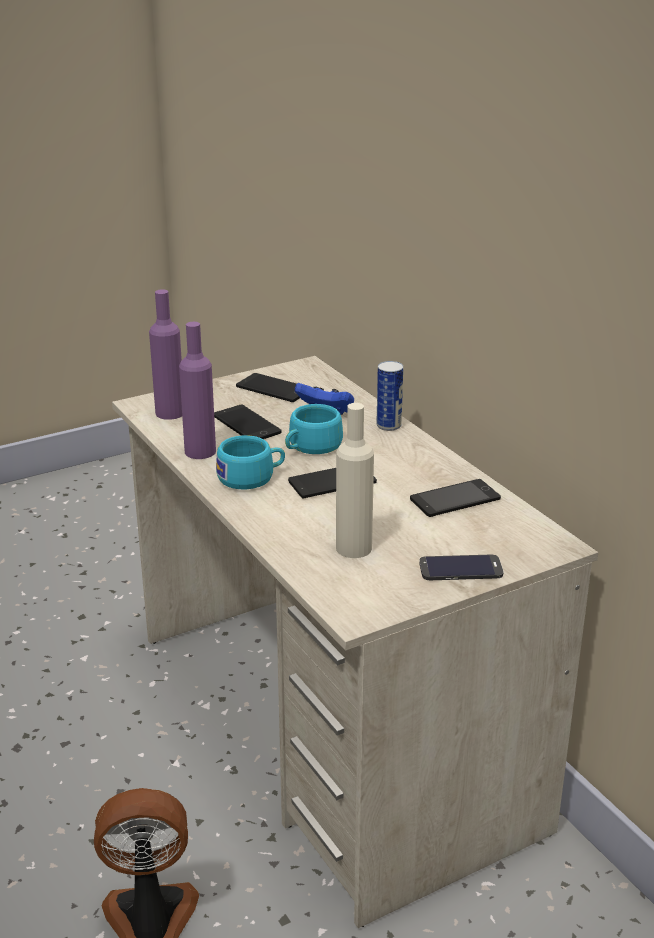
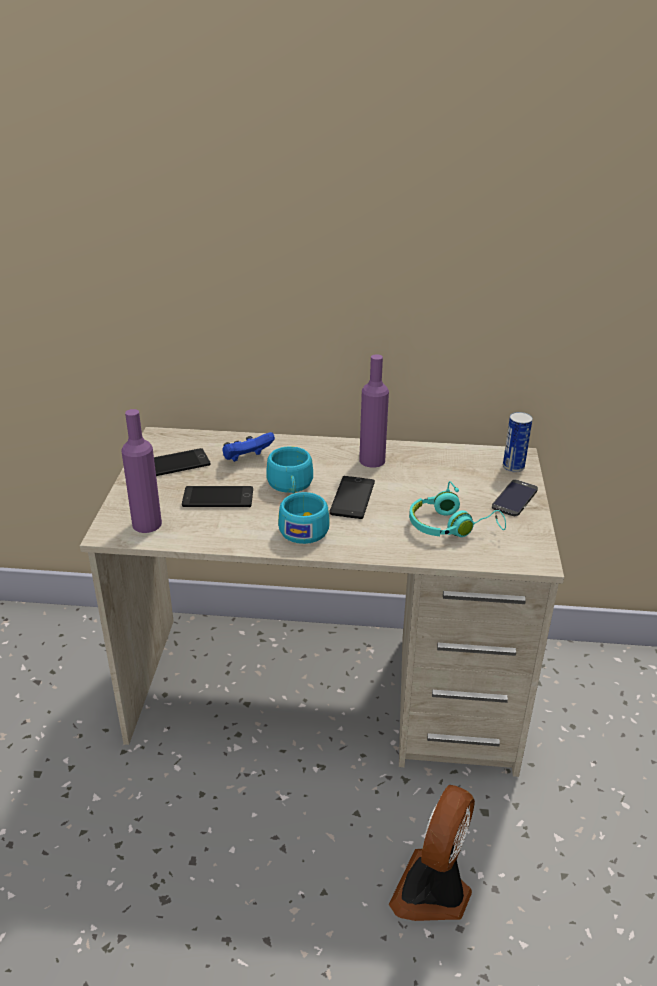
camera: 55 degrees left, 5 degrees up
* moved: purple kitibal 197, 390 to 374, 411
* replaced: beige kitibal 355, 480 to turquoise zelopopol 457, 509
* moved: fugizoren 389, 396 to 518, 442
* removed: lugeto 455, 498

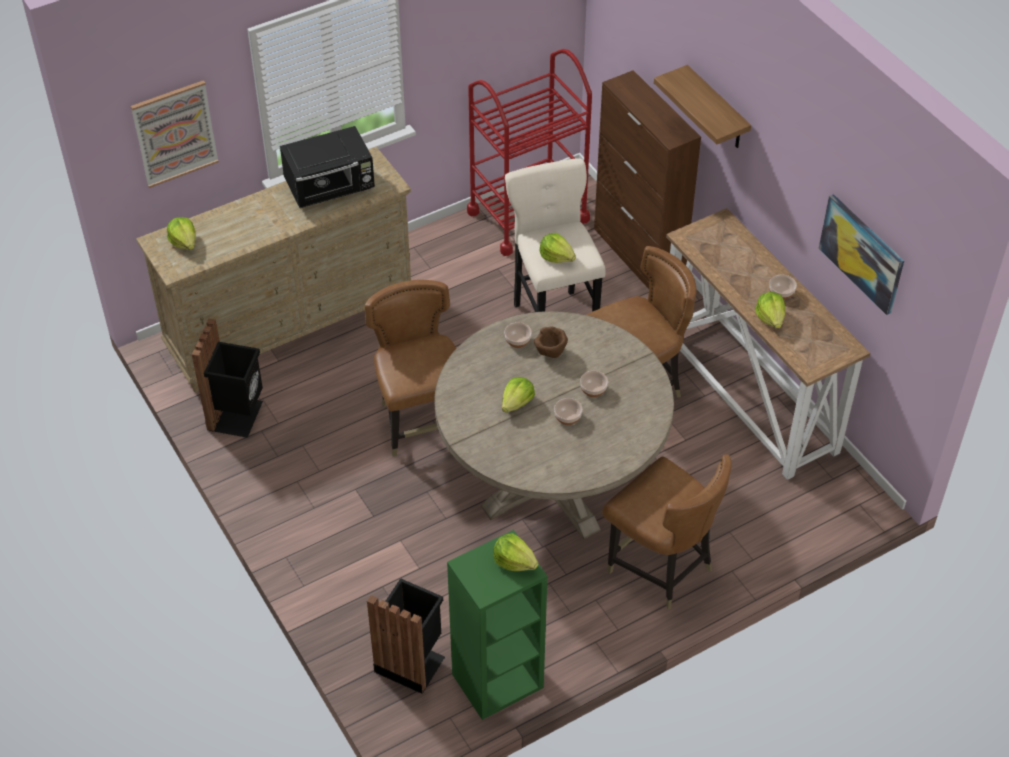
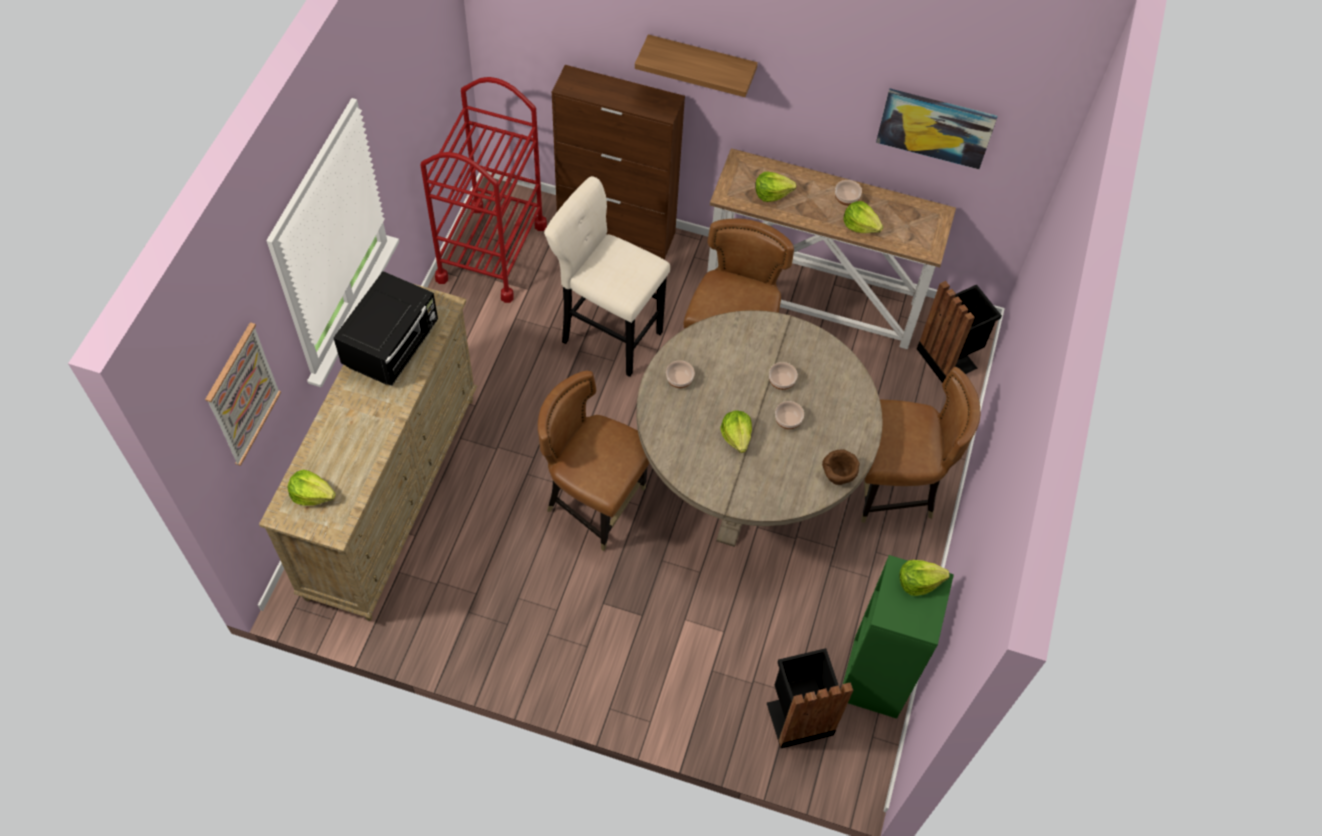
camera: 45 degrees left, 10 degrees up
* moved: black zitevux 227, 378 to 959, 332
* moved: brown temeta 551, 342 to 841, 467
* moved: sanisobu 557, 248 to 776, 187

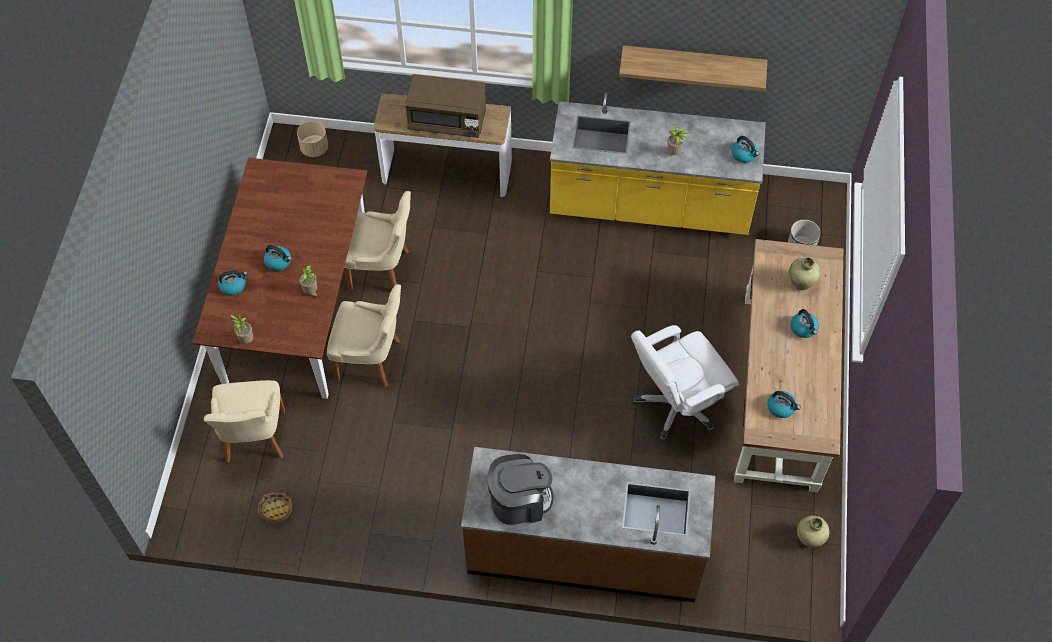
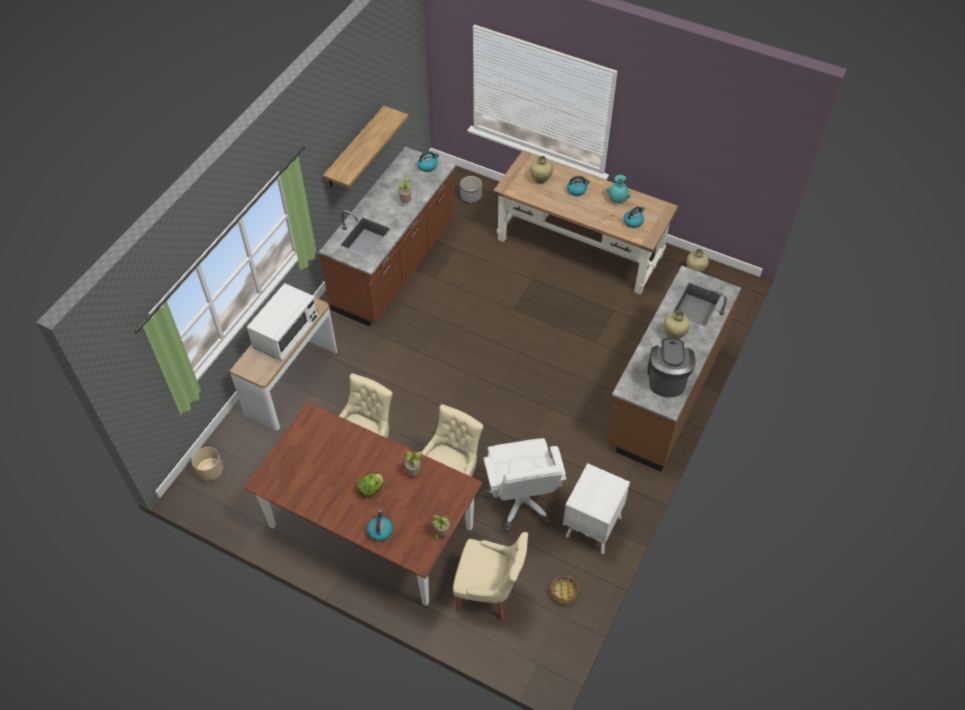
camera: 70 degrees left, 5 degrees down
* replaced: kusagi 278, 258 to sanisobu 370, 485
* recoloured: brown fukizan 445, 106 to white fukizan 283, 322
* recoloured: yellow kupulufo 658, 163 to brown kupulufo 387, 236
* moved: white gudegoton 685, 384 to 524, 485
* added: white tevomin 596, 508
* added: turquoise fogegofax 619, 189
* added: beige fogegofax 677, 325

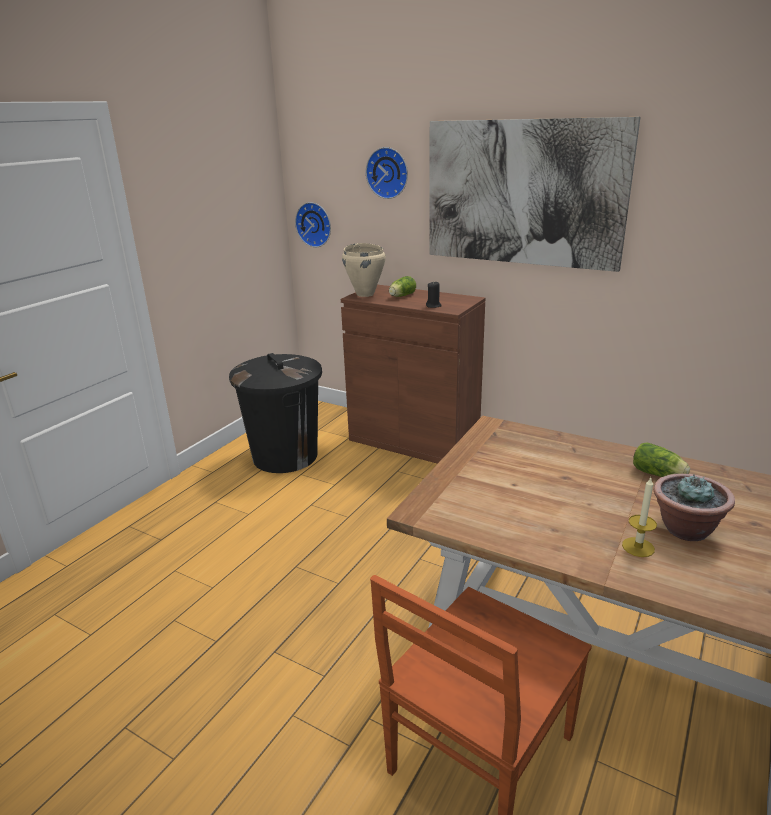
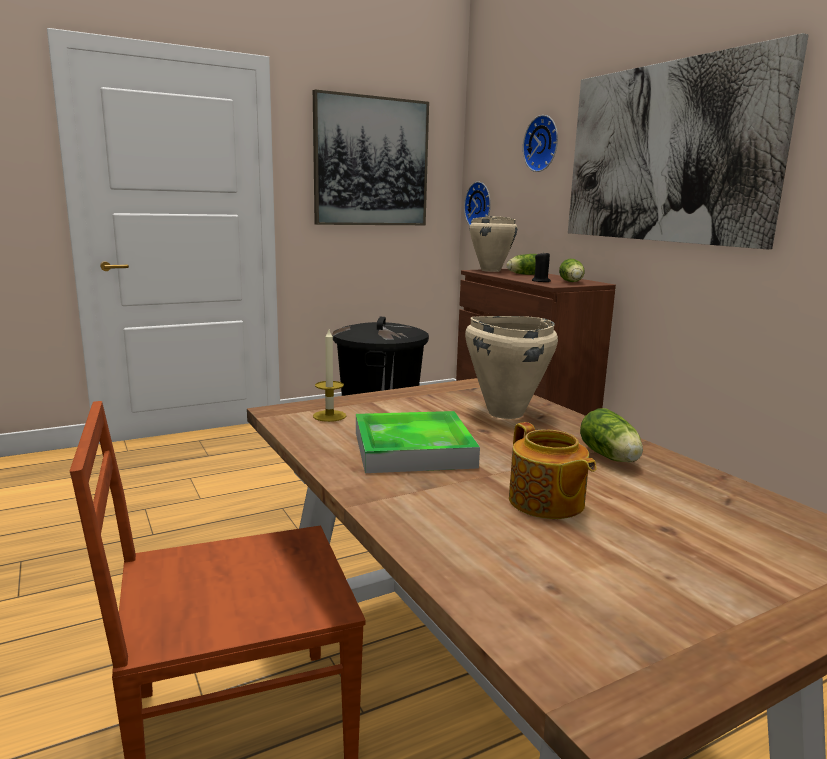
camera: 30 degrees right, 10 degrees down
* moved: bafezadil 639, 517 to 329, 376
* replaced: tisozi 694, 507 to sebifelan 553, 470
* added: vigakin 371, 157
* added: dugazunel 418, 442
* added: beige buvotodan 511, 367
* added: sanisobu 572, 270

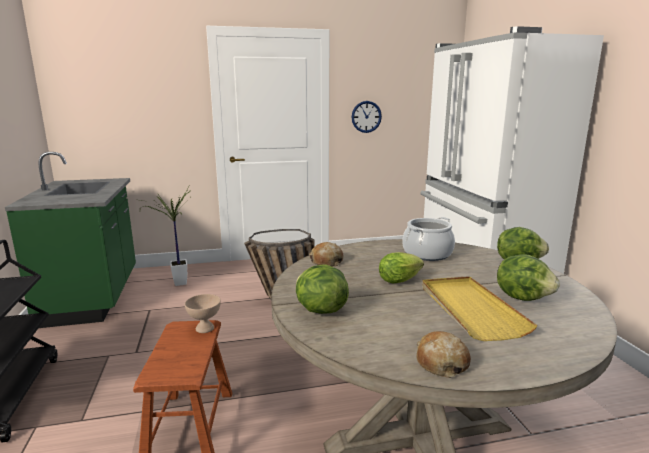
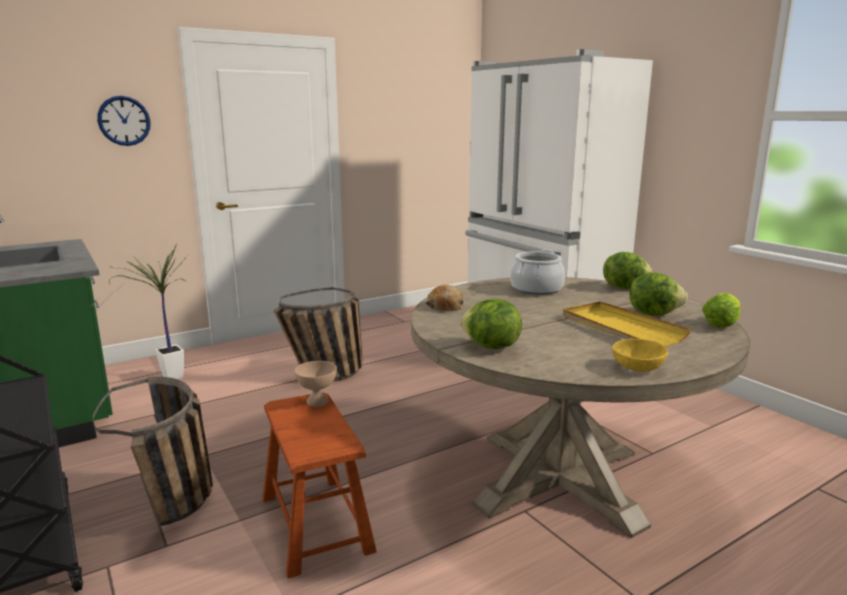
camera: 20 degrees left, 0 degrees up
* moved: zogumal 367, 117 to 124, 121
* moved: sanisobu 401, 268 to 721, 310
* replaced: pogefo 443, 354 to yellow temeta 640, 355
* added: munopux 153, 451

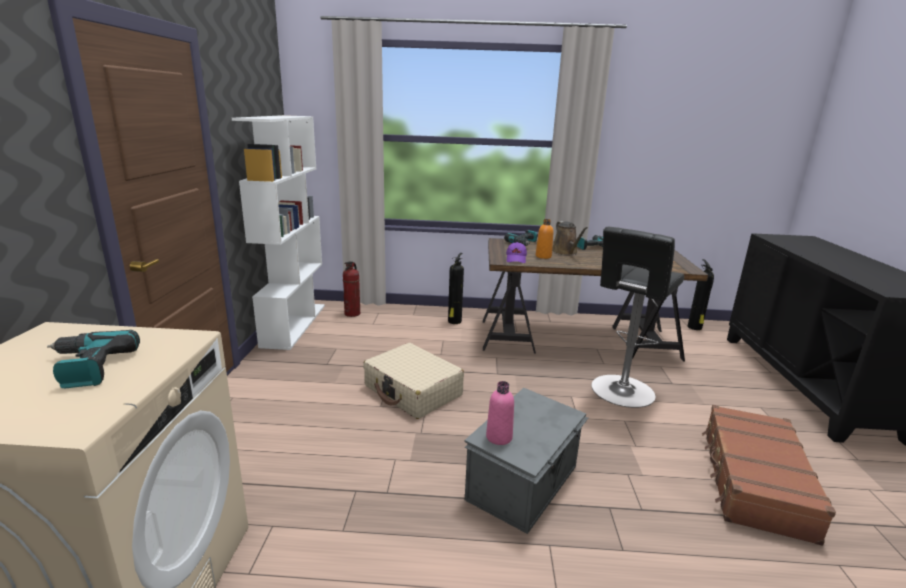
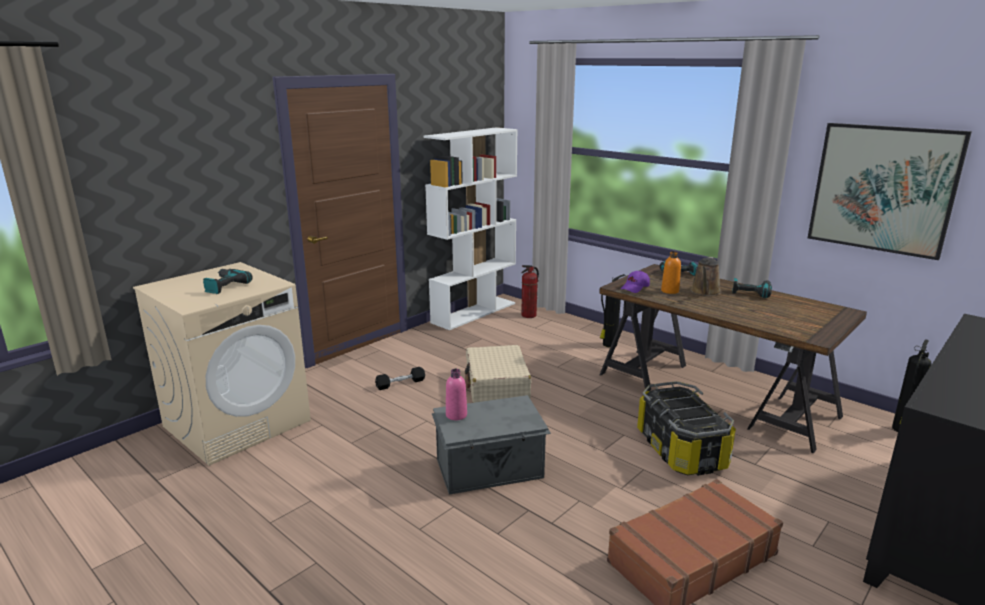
camera: 40 degrees right, 0 degrees up
* replaced: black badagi 637, 317 to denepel 686, 428
* added: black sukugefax 400, 378
* added: vigakin 890, 191

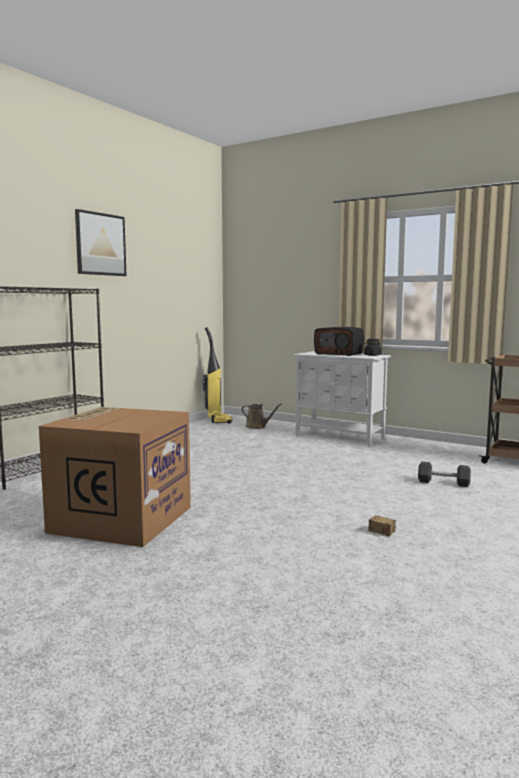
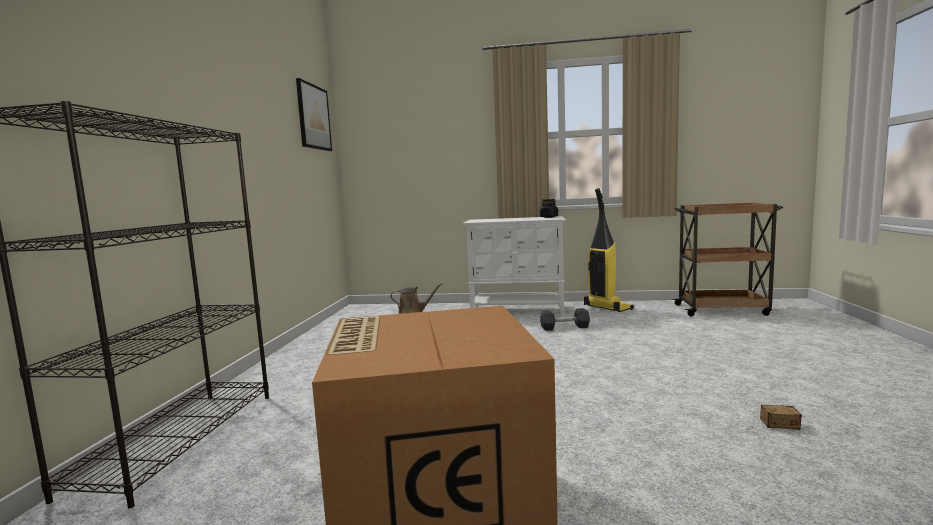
camera: 25 degrees left, 0 degrees up
* moved: vigakin 100, 242 to 314, 114
* moved: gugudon 217, 375 to 609, 250
* removed: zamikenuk 339, 341
* moved: grey sukugefax 444, 474 to 565, 319

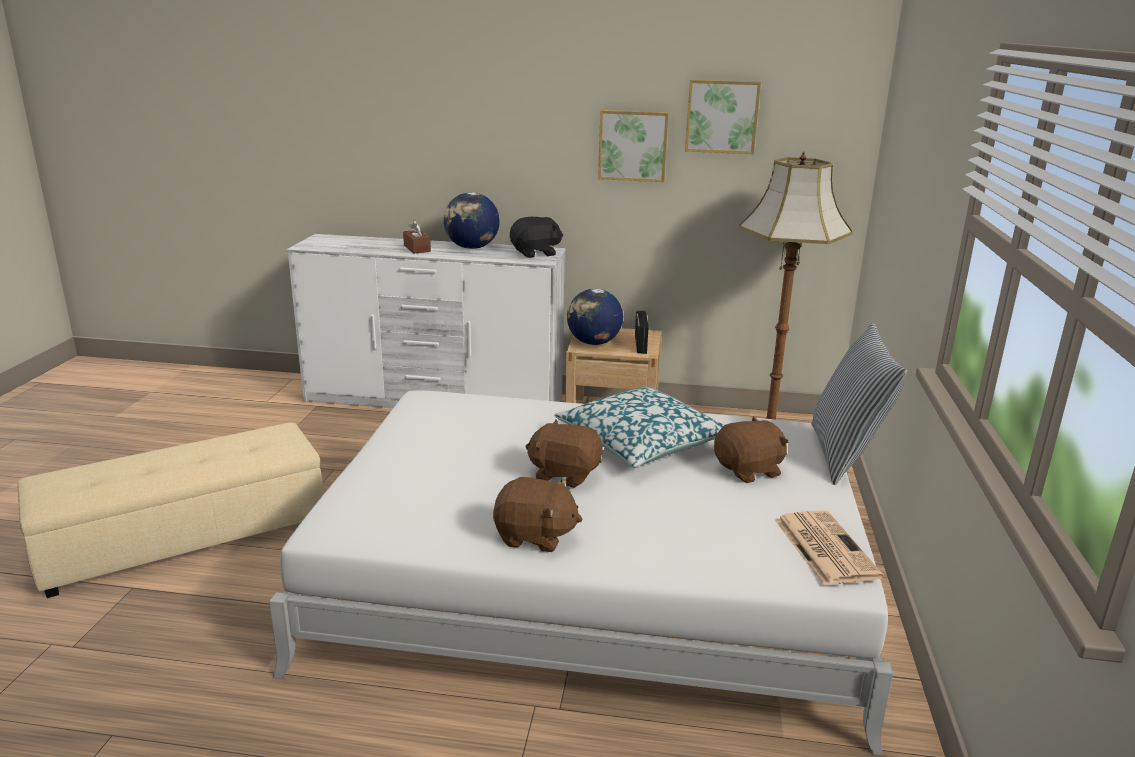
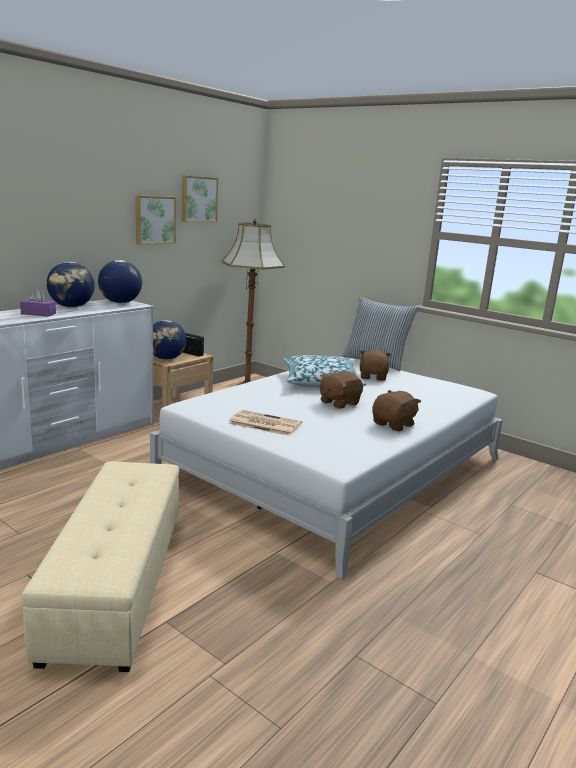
camera: 60 degrees left, 5 degrees down
* recoloured: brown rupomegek 417, 237 to purple rupomegek 38, 303
* replaced: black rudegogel 536, 237 to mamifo 120, 281
* moved: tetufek 829, 548 to 265, 423

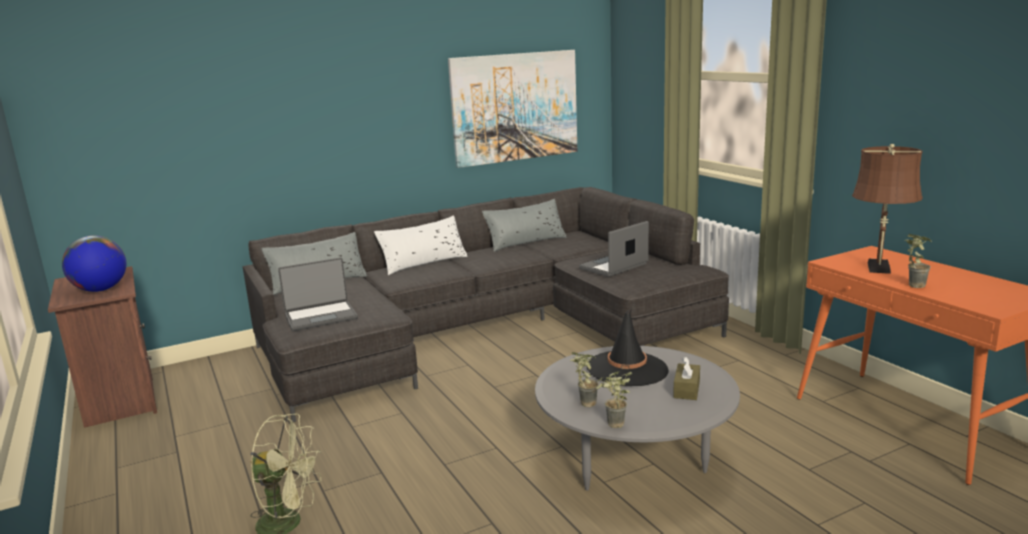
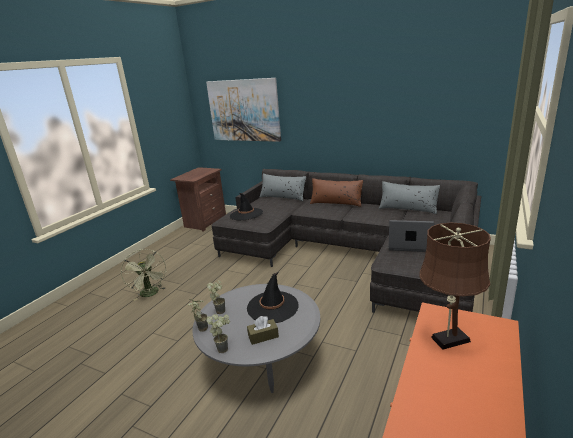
camera: 55 degrees right, 5 degrees up
* removed: mamifo 94, 263
* replaced: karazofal 318, 294 to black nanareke 246, 207
* recoloured: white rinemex 421, 245 to brown rinemex 336, 192
* moved: vigakin 512, 109 to 243, 110
* moved: tisozi 918, 261 to 218, 333

